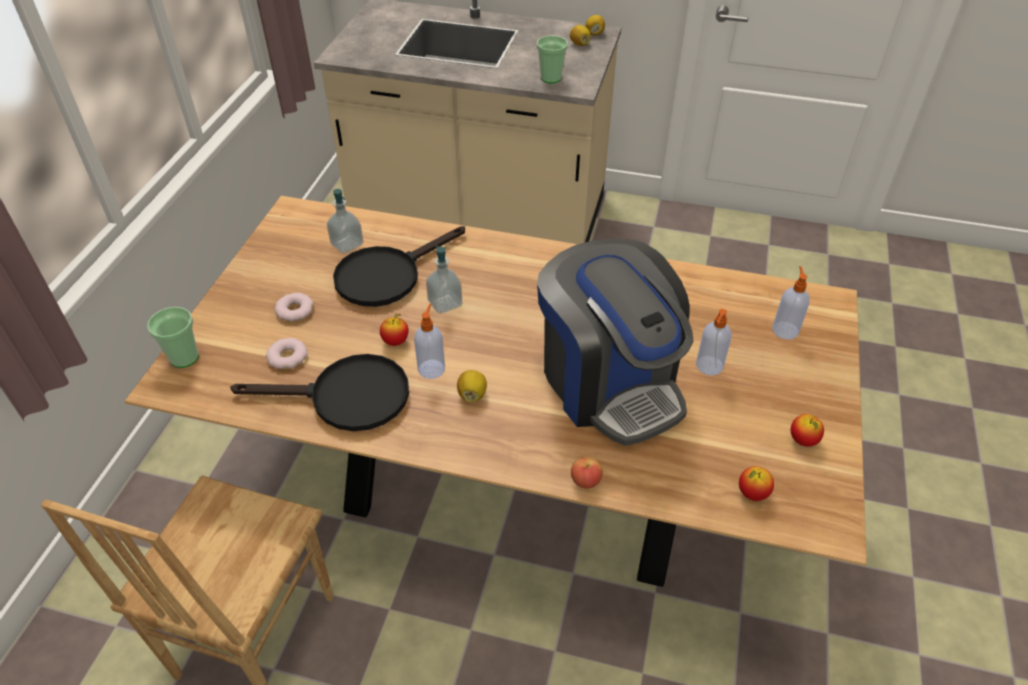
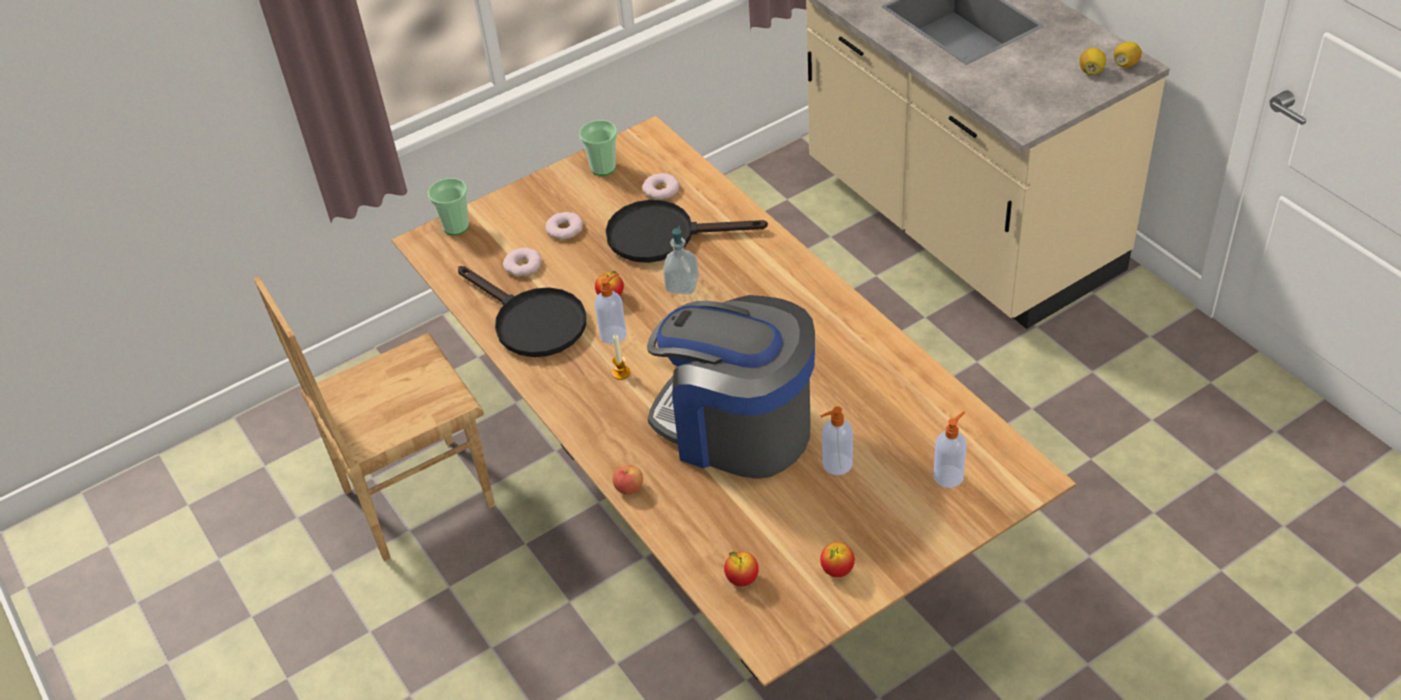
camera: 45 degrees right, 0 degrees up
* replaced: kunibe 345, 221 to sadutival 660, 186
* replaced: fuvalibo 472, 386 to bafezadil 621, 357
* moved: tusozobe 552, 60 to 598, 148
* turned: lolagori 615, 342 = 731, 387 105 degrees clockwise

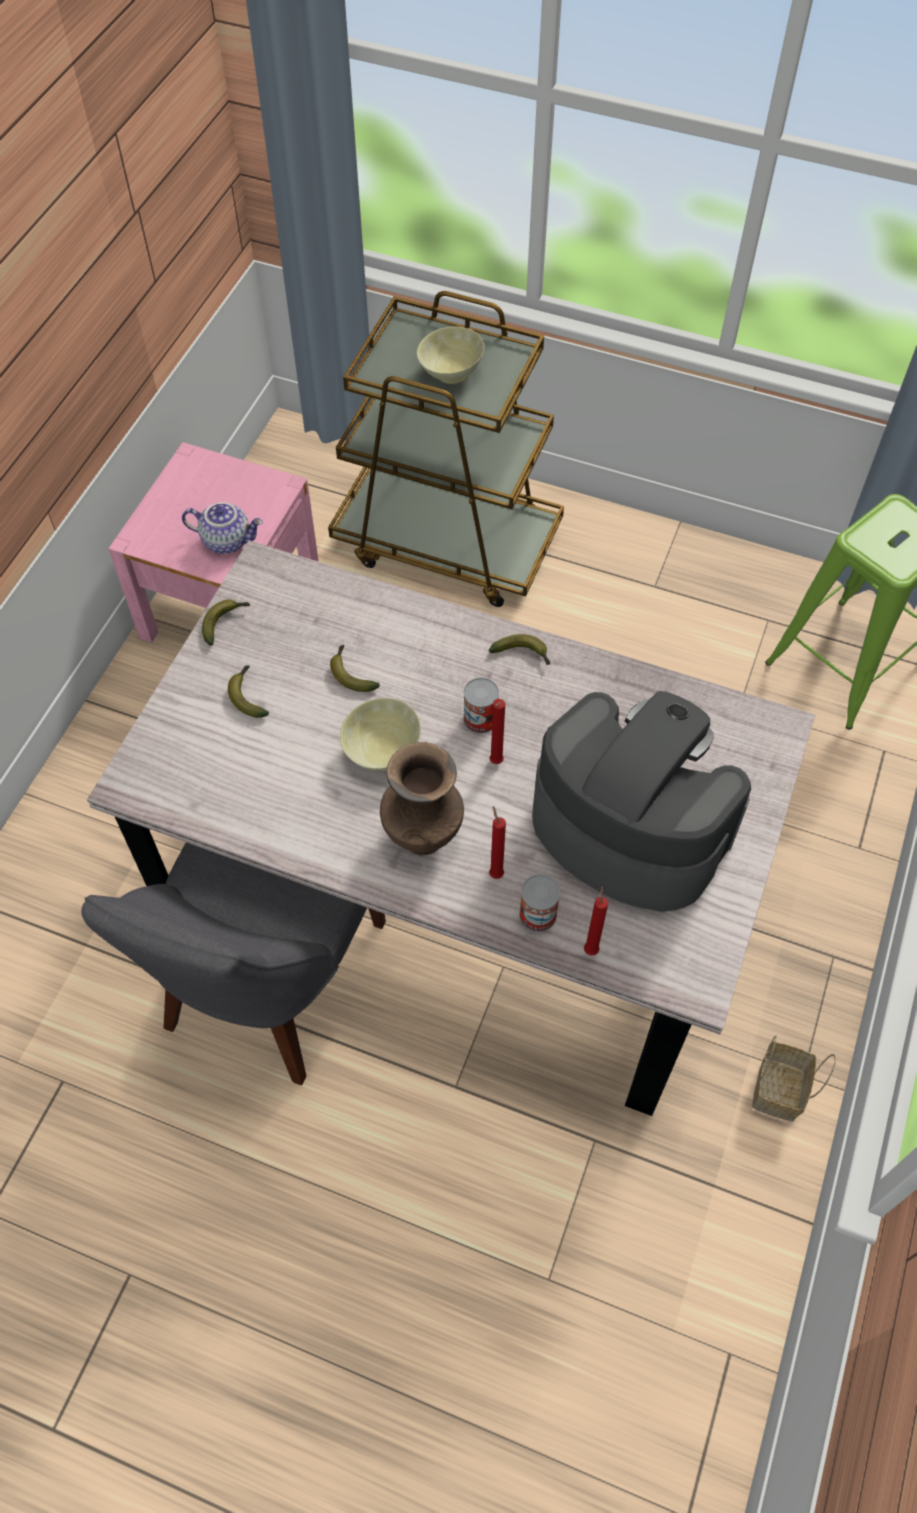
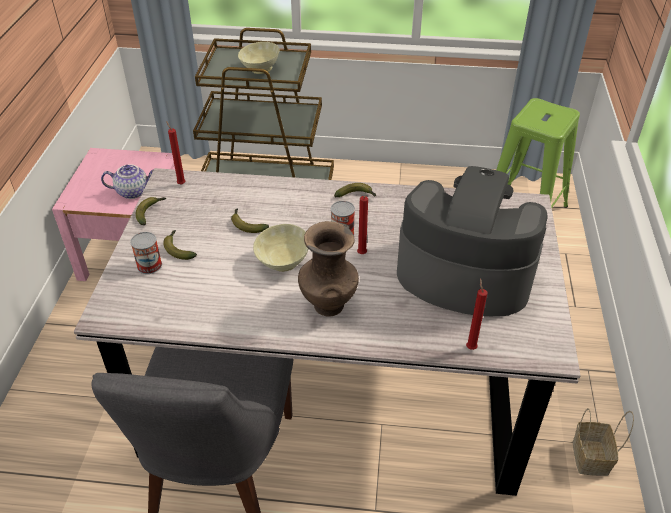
camera: 15 degrees left, 15 degrees down
* moved: red bafezadil 497, 842 to 176, 153
* moved: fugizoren 539, 903 to 146, 253

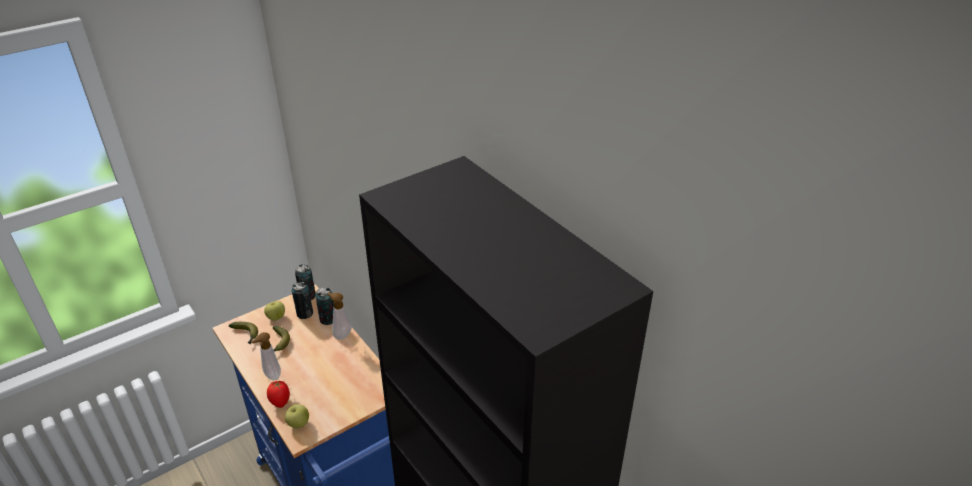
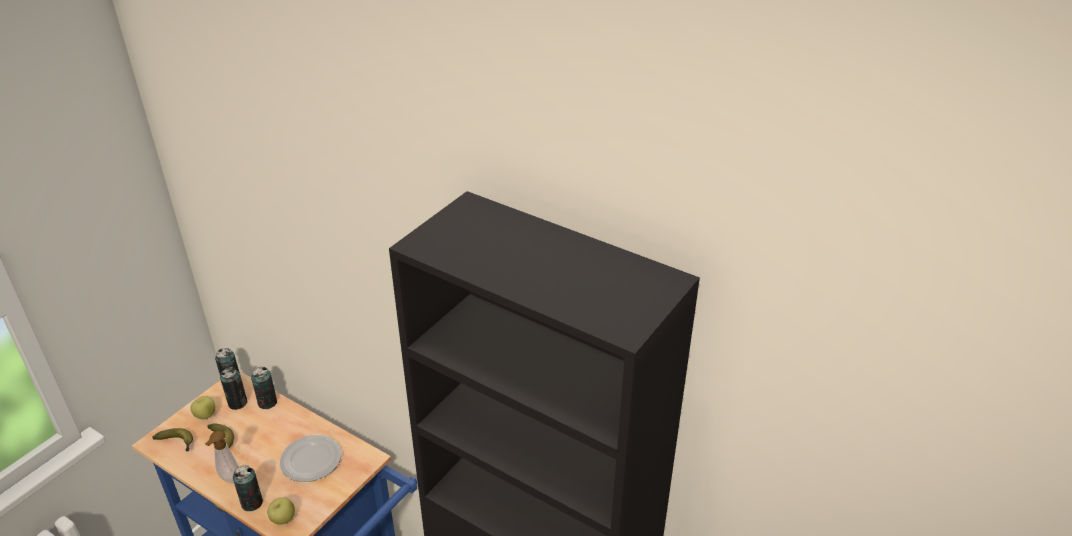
camera: 20 degrees left, 0 degrees up
* replaced: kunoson 278, 394 to fugizoren 248, 488
* removed: kunibe 339, 316
* added: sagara 311, 458

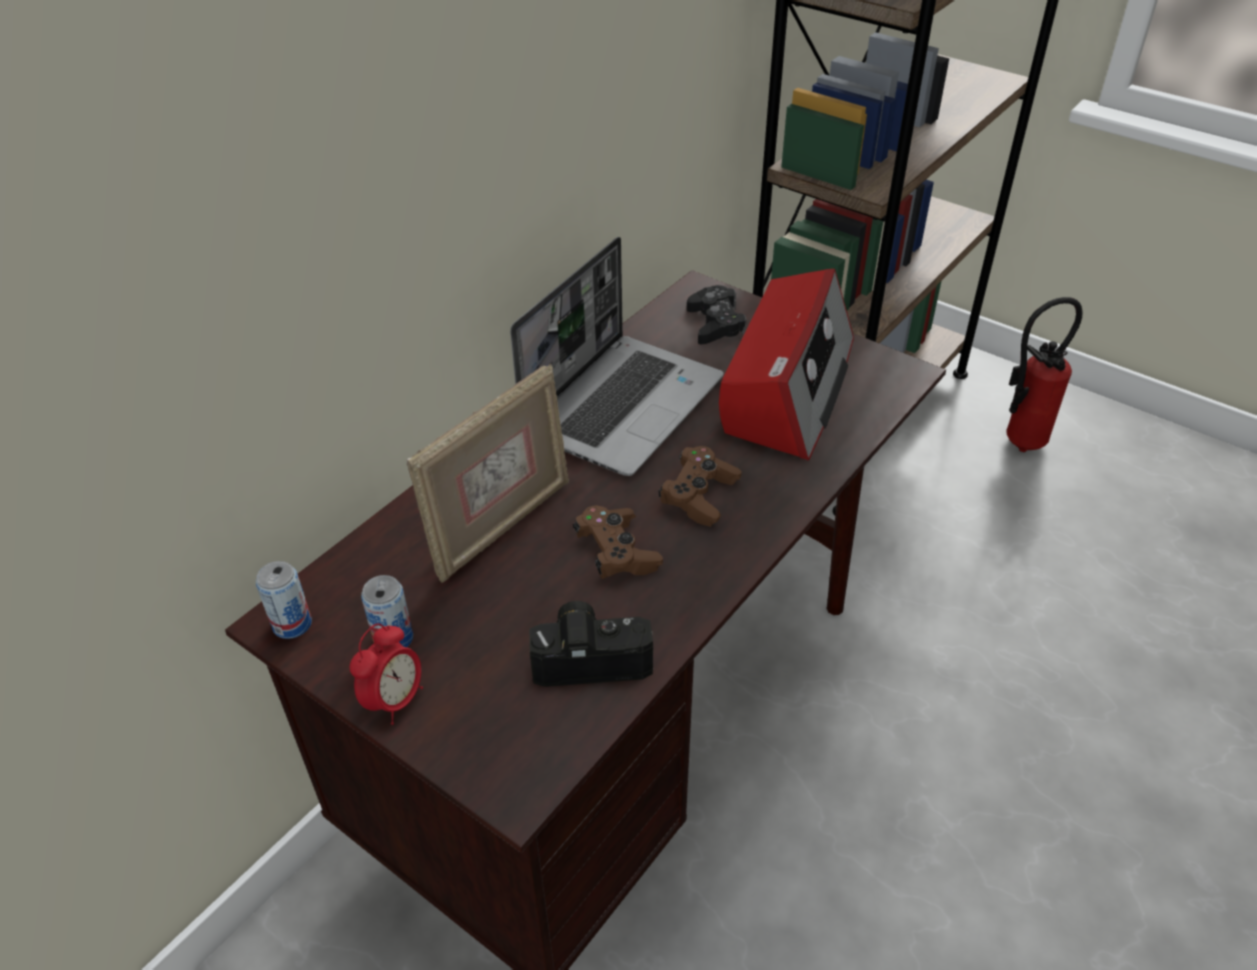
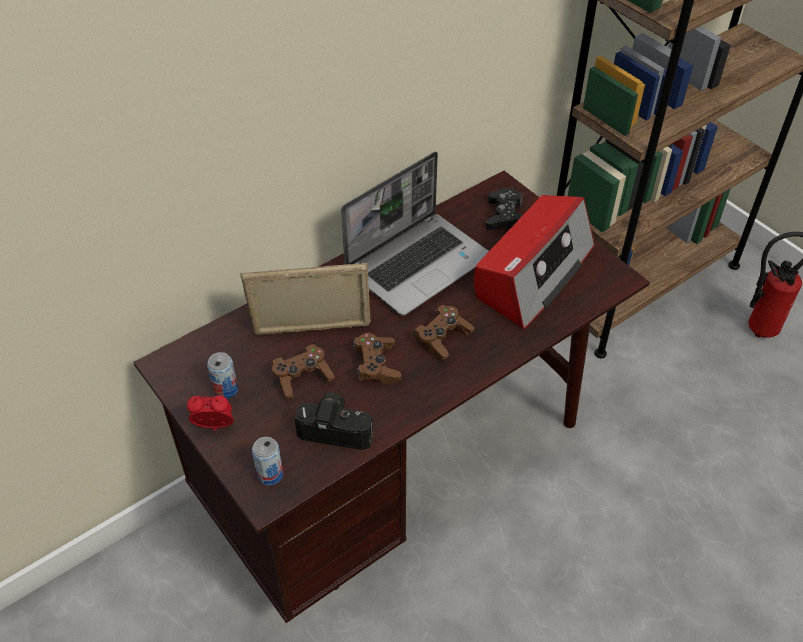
camera: 15 degrees right, 5 degrees up
* moved: fugizoren 284, 600 to 267, 461
* turned: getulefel 386, 674 = 210, 412 135 degrees counterclockwise
* turned: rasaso 488, 473 = 305, 299 150 degrees counterclockwise
* added: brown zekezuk 303, 371

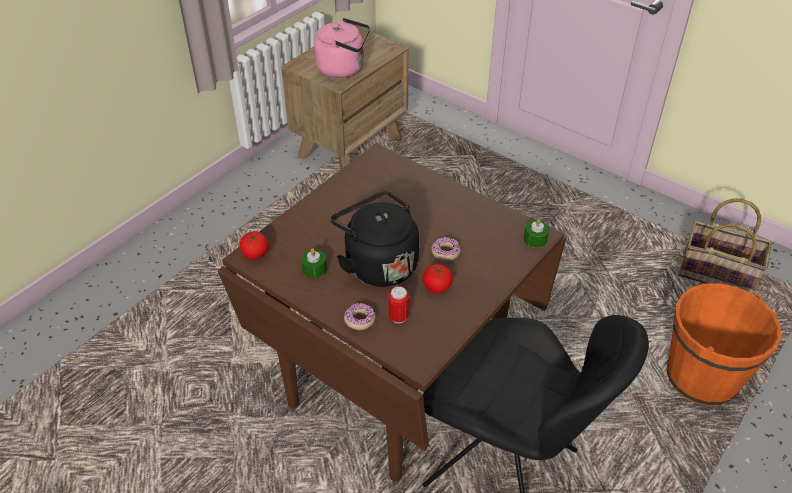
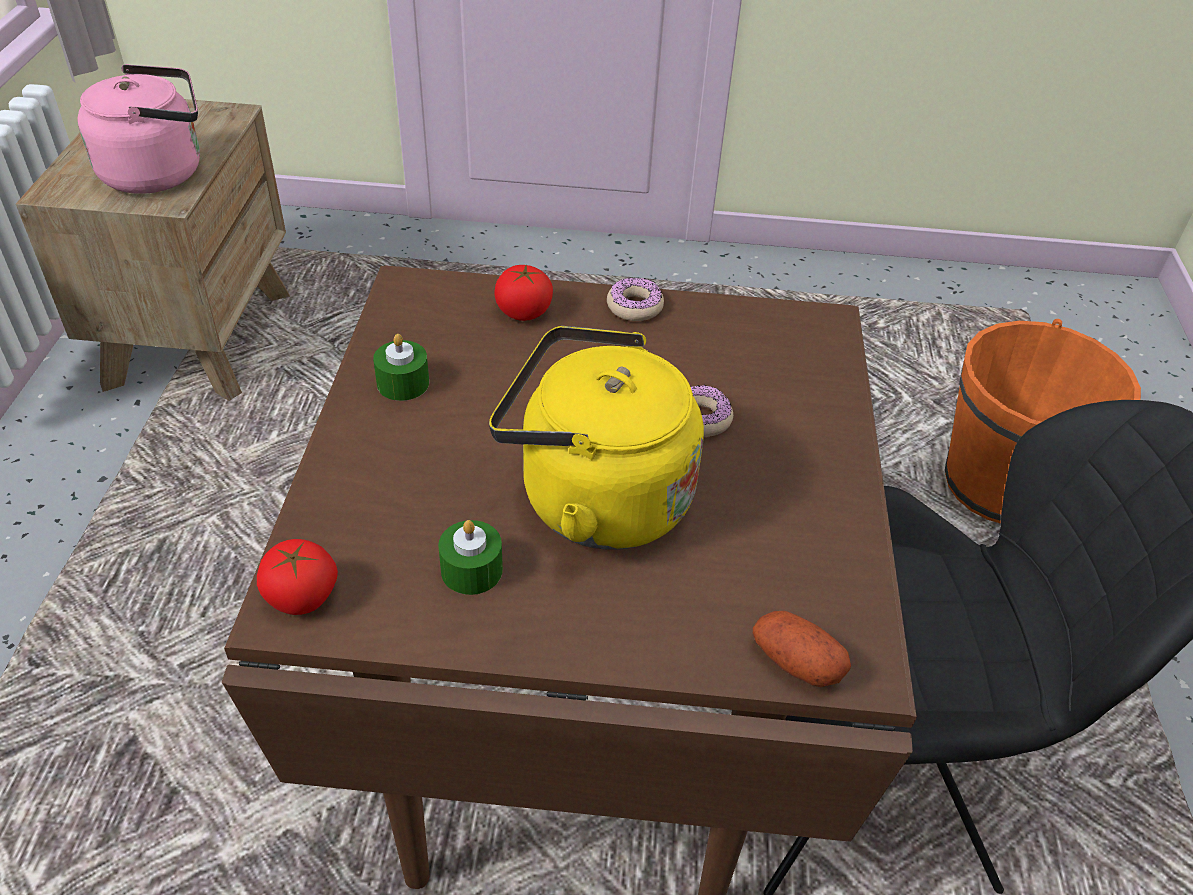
camera: 35 degrees left, 0 degrees up
* recoloured: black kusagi 375, 239 to yellow kusagi 596, 438
* moved: sadutival 360, 316 to 635, 299
* removed: fugizoren 399, 304
* moved: kunoson 437, 278 to 523, 293
* moved: green bafezadil 536, 233 to 401, 367
* removed: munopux 725, 246
* added: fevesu 802, 649

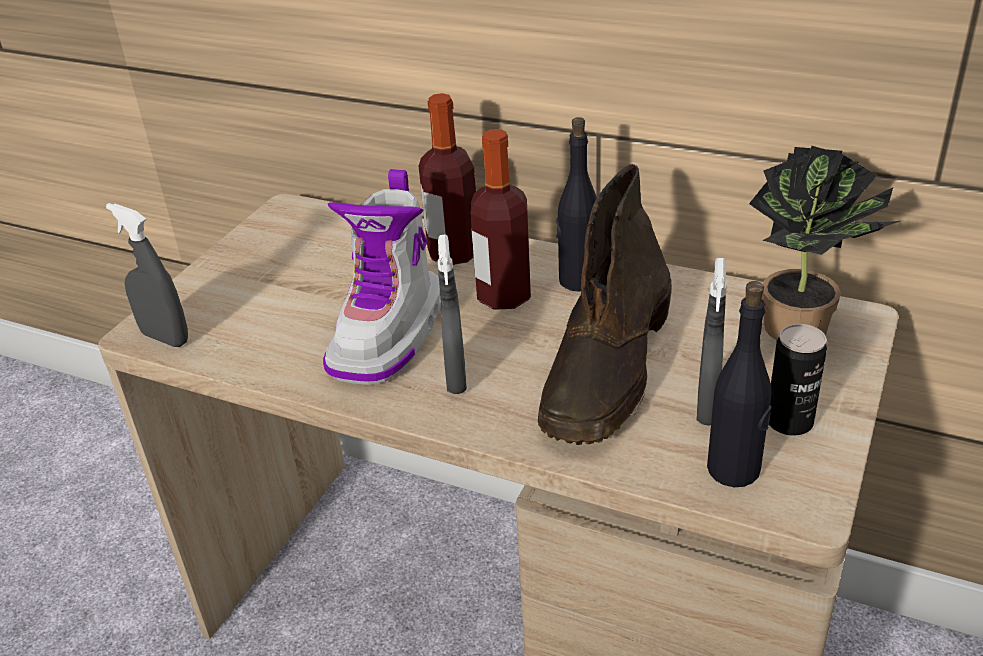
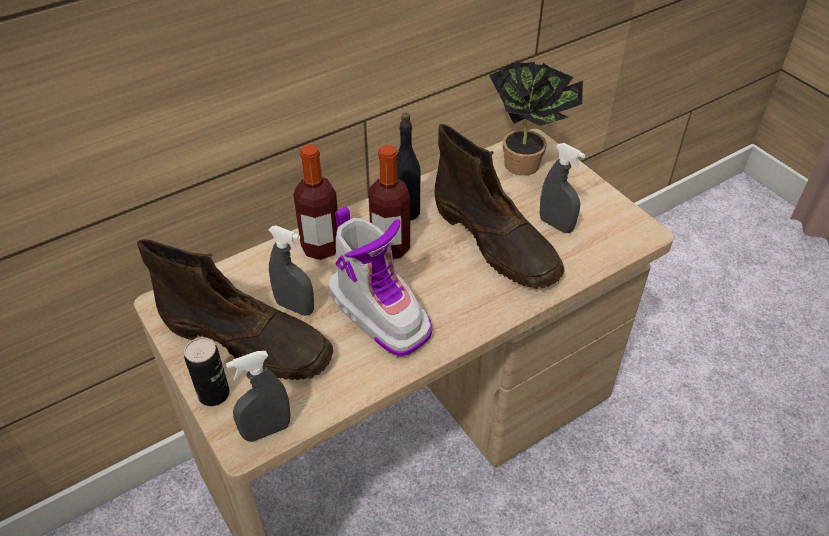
camera: 60 degrees left, 10 degrees up
* moved: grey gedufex 452, 314 to 291, 270
* removed: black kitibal 739, 384
* moved: fugizoren 798, 380 to 207, 371
* added: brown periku 235, 309

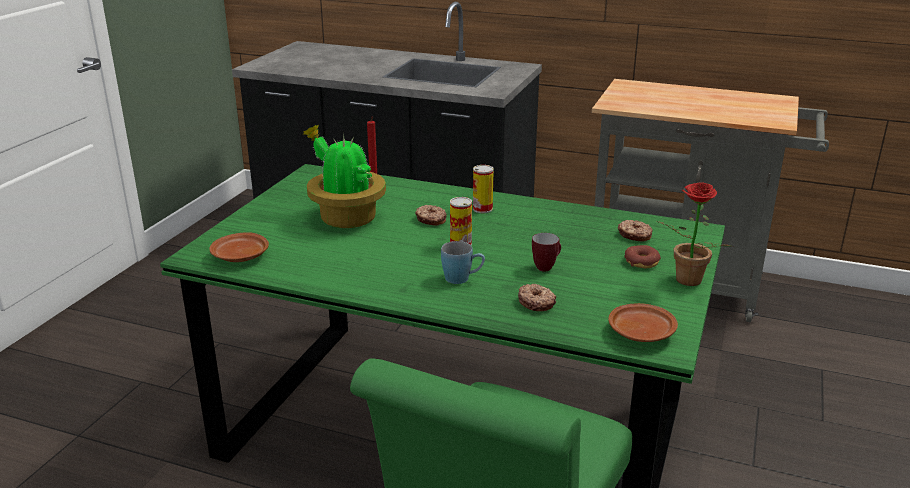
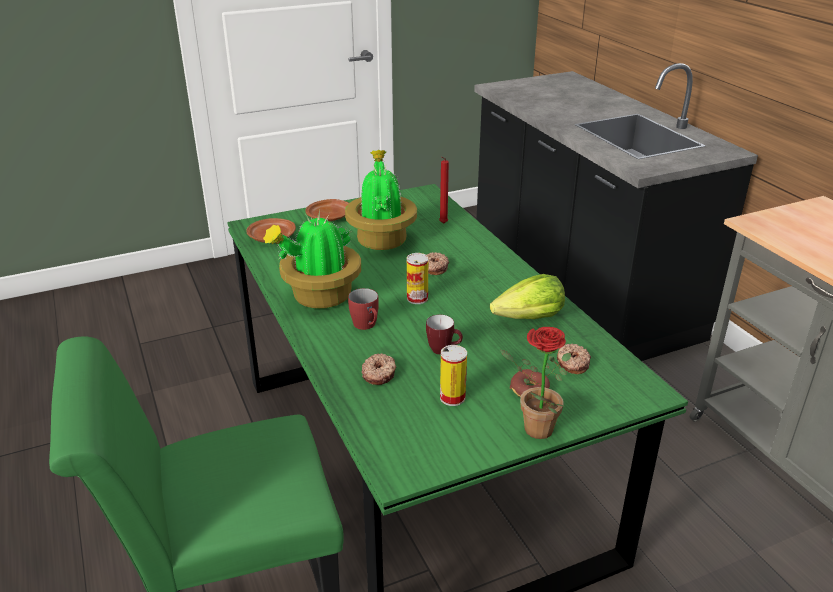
camera: 45 degrees right, 5 degrees up
* recoloured: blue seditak 463, 262 to red seditak 363, 309
* moved: fugizoren 483, 189 to 453, 375
* moved: brown sagara 643, 322 to 327, 210
* added: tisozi 312, 259
* added: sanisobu 527, 296

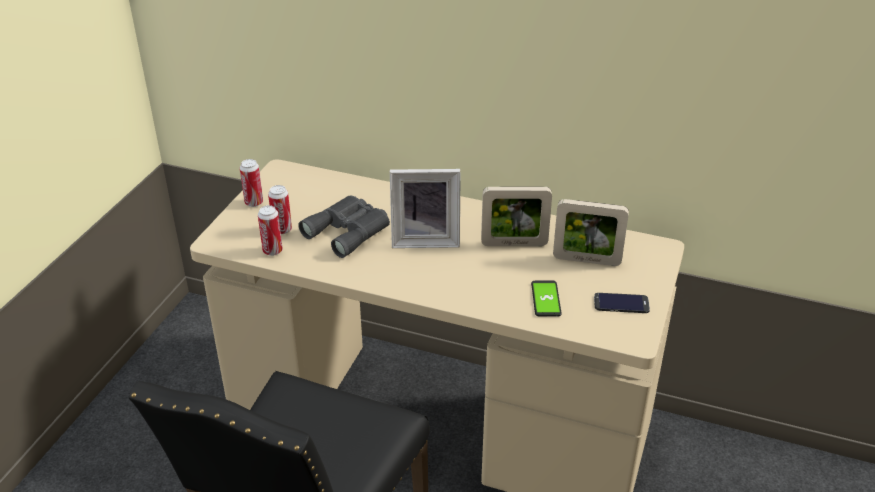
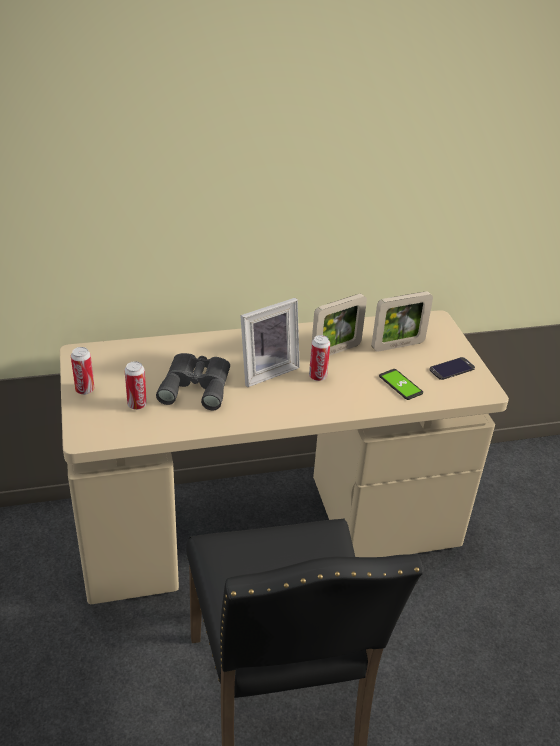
camera: 35 degrees left, 0 degrees up
* moved: fugizoren 270, 230 to 319, 358

